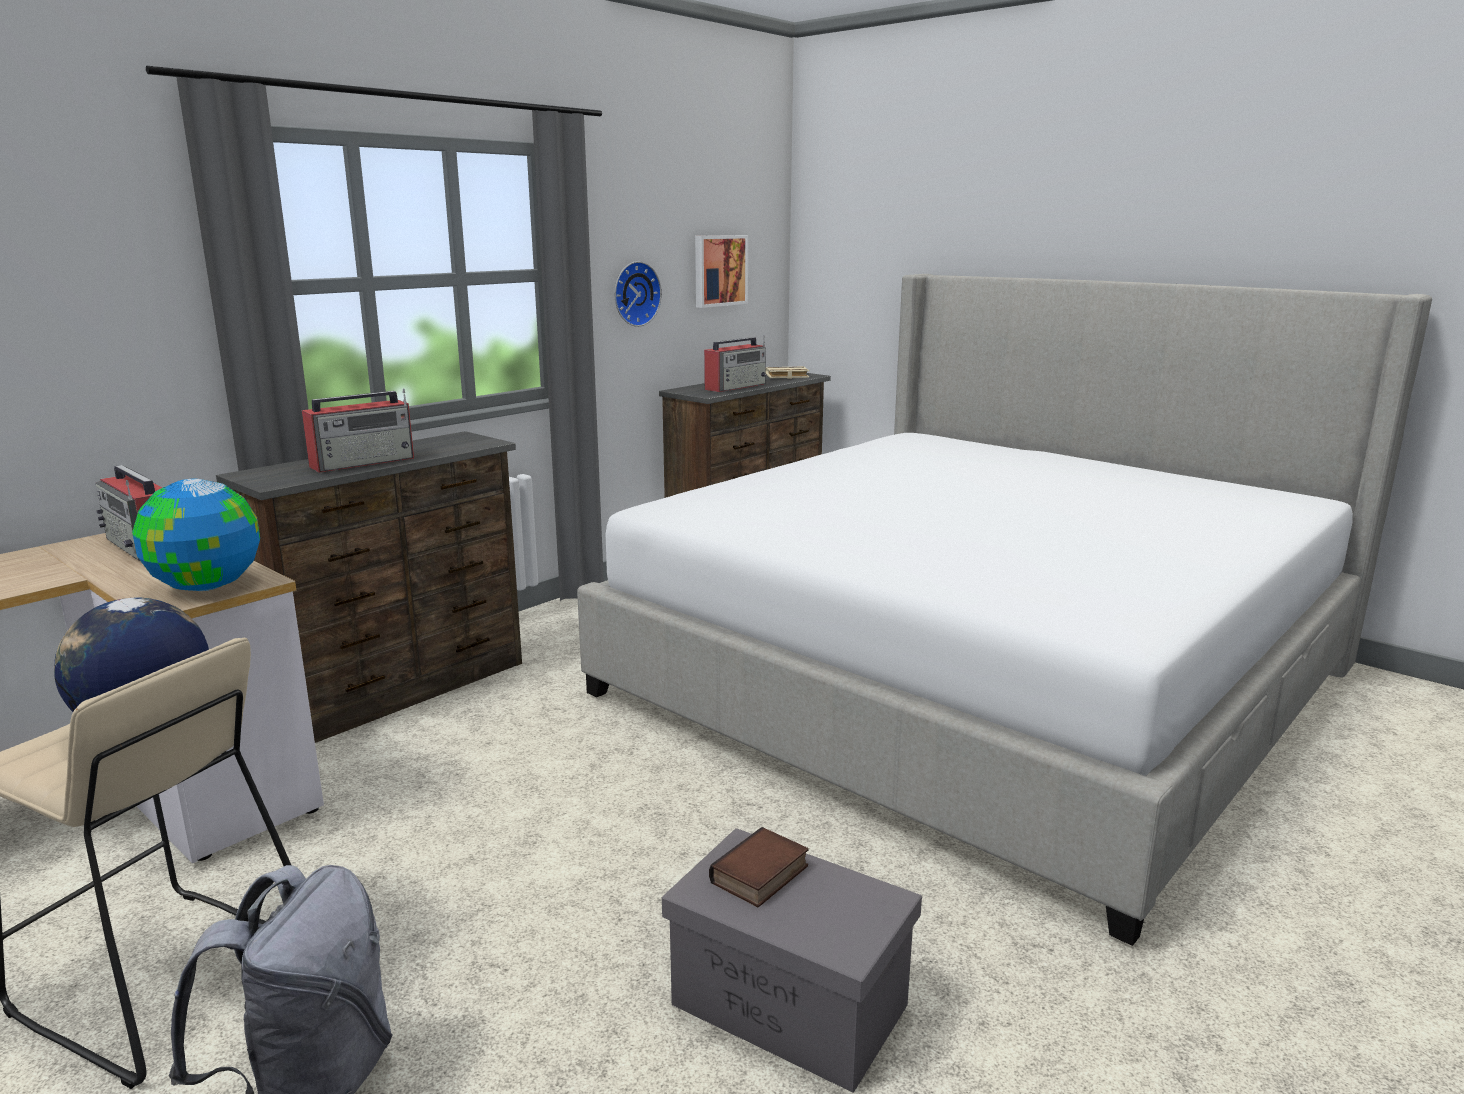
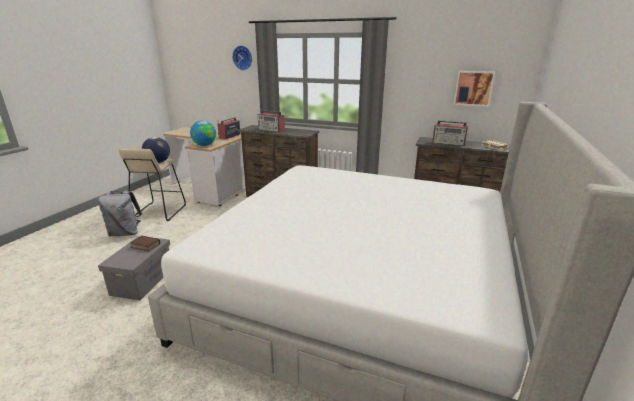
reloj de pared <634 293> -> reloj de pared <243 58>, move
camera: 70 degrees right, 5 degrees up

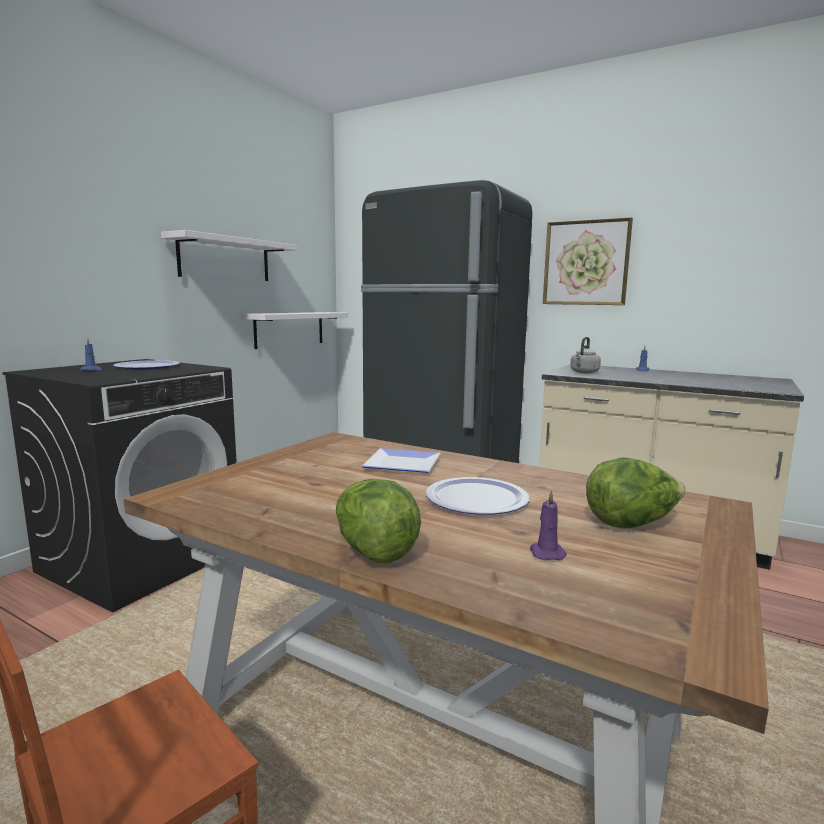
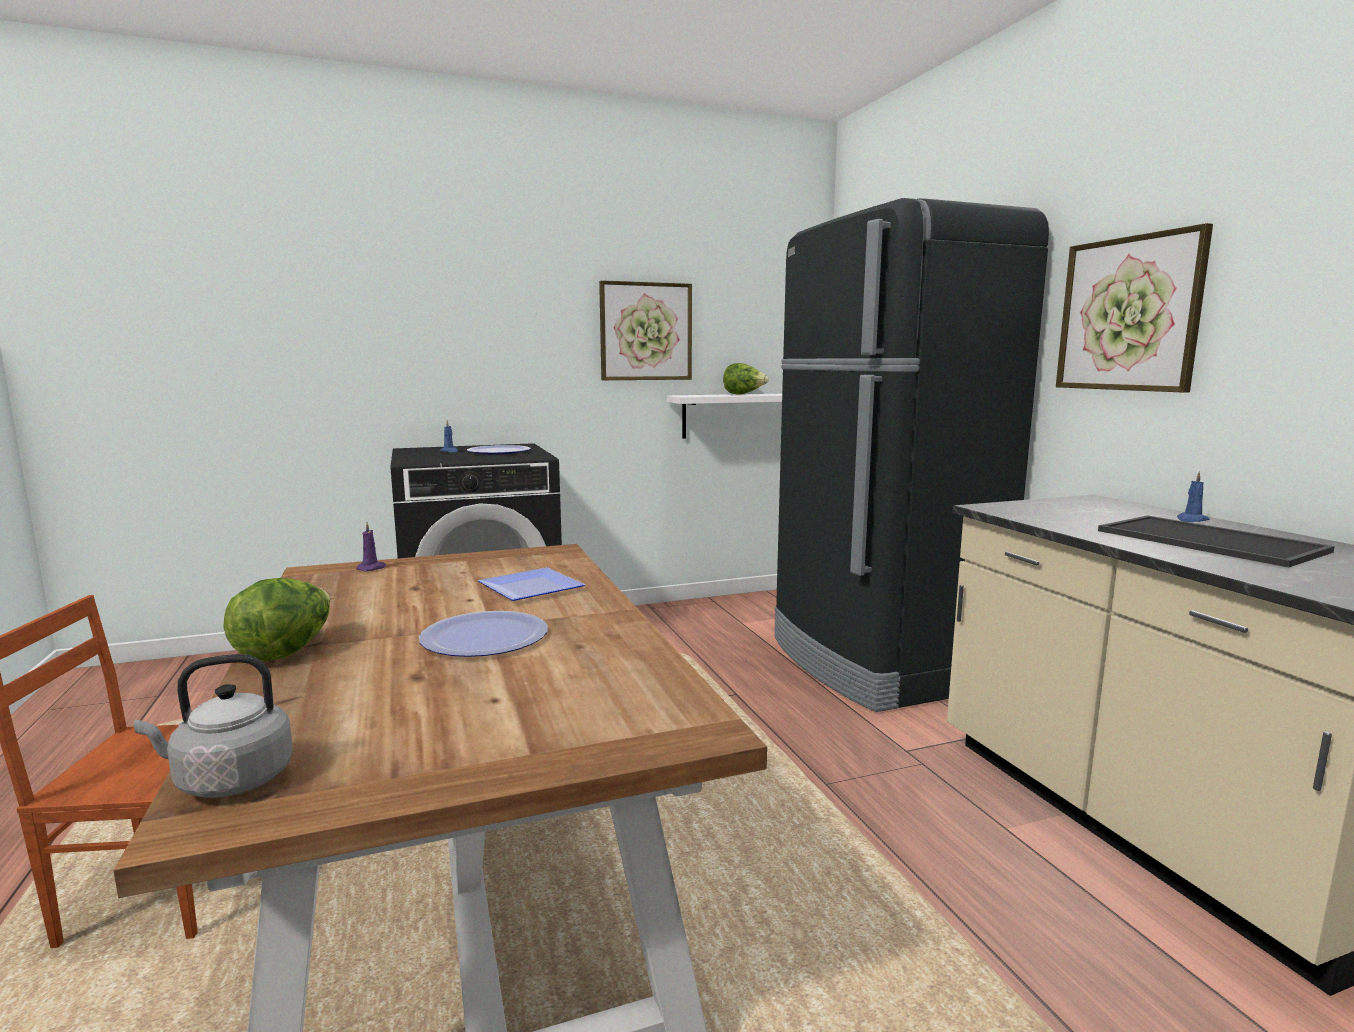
none -> bandeja <1212 541>
vela (morado) <546 553> -> vela (morado) <372 568>, move
hervidor (gris) <584 372> -> hervidor (gris) <228 781>, move
lechuga <631 523> -> lechuga <743 394>, move
estante (blanco) <225 259> -> cuadro <646 331>
camera: 40 degrees right, 0 degrees up

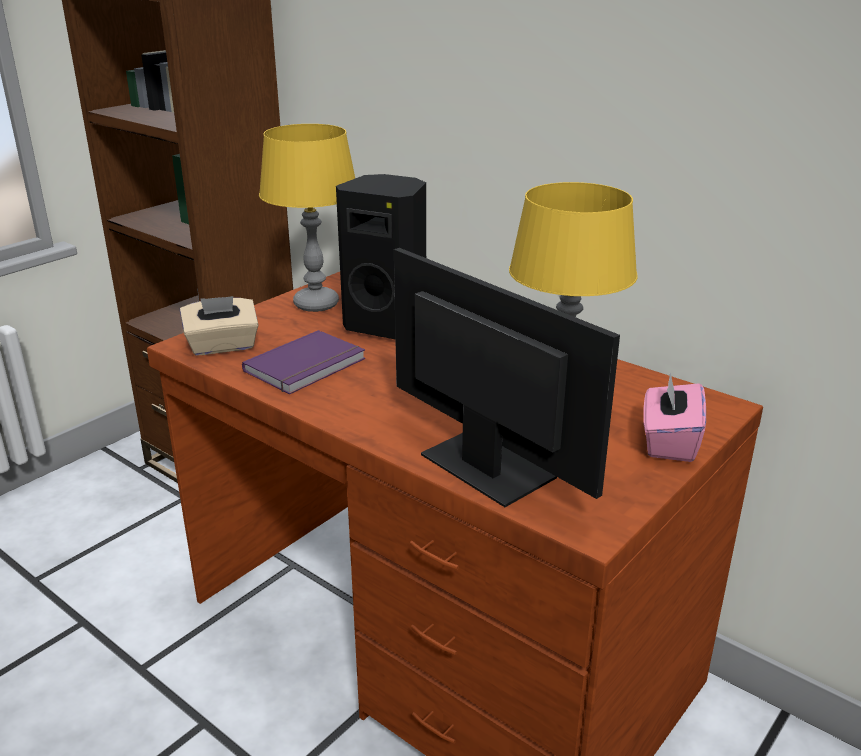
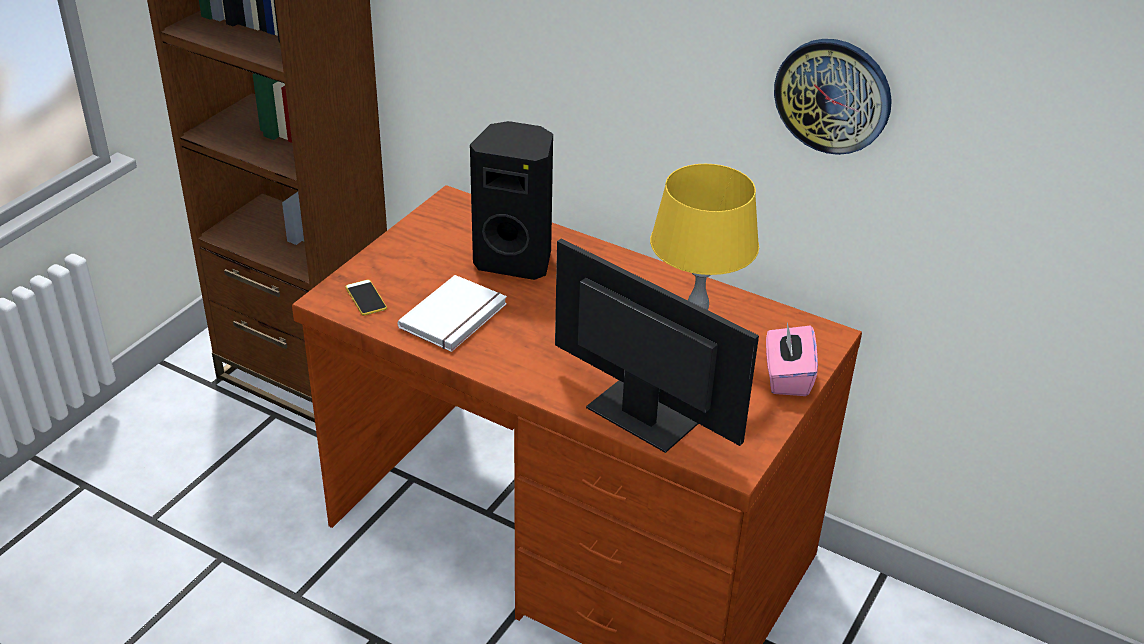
lámpara de mesa (amarillo) <316 304> -> none
none -> reloj de pared <833 95>
caja de pañuelos (beis) <222 346> -> móvil <366 298>
libro (morado) <307 366> -> libro (blanco) <456 317>
camera: 10 degrees left, 10 degrees up

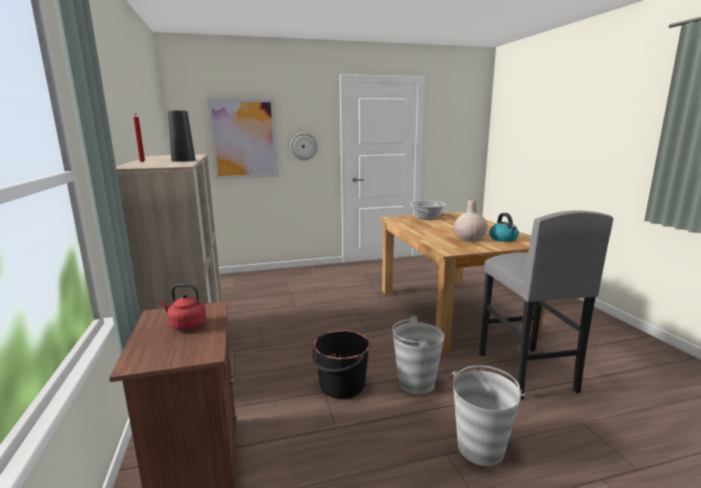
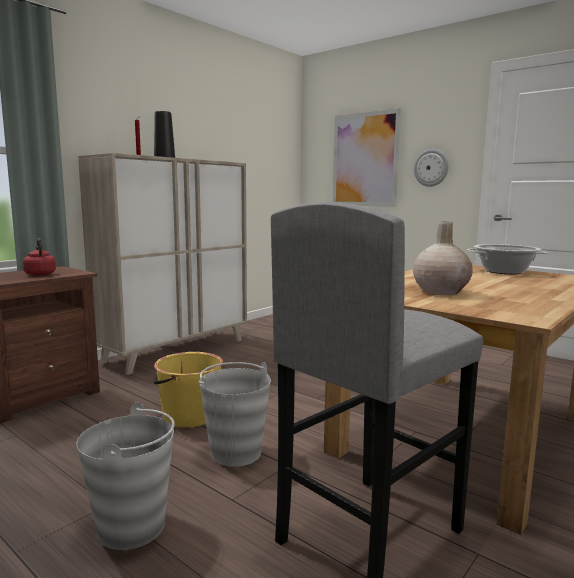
hervidor <503 239> -> none
cubo (negro) <341 385> -> cubo (amarillo) <189 415>
camera: 55 degrees right, 5 degrees down

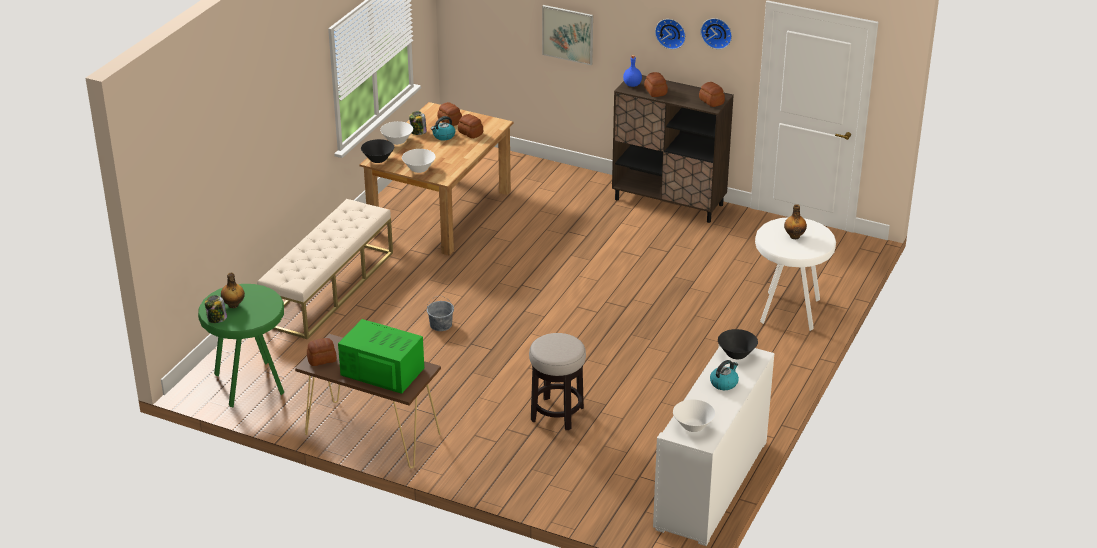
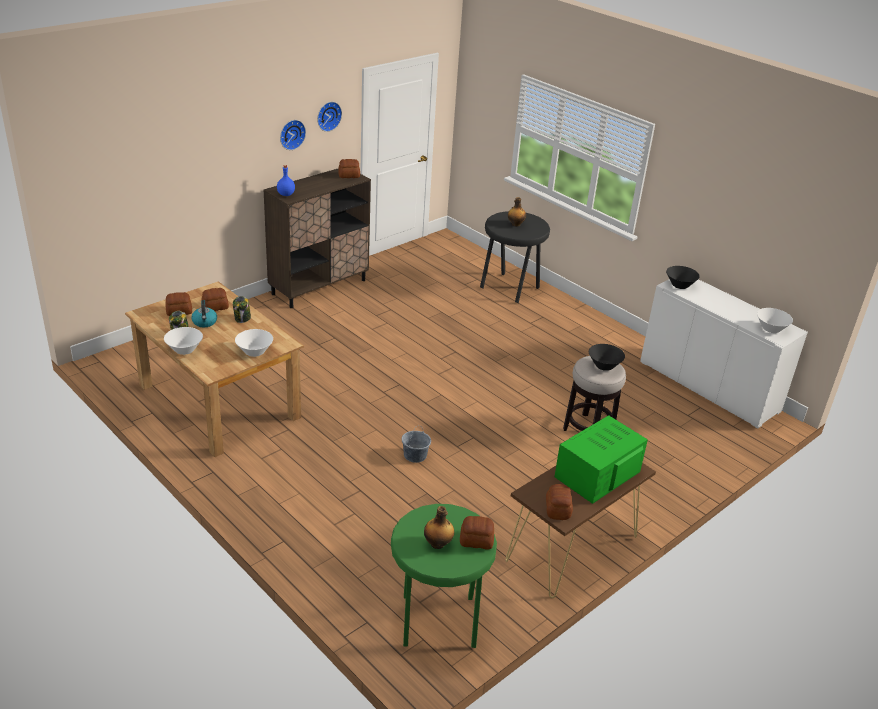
banco (beis) <329 288> -> none
cuadro <568 34> -> none
hervidor <724 383> -> none
tarro <217 319> -> tarro <242 318>, move
cuenco (negro) <378 159> -> cuenco (negro) <604 366>, move
pan <655 92> -> pan <476 541>, move
taburete (blanco) <789 312> -> taburete (negro) <510 289>
camera: 70 degrees left, 0 degrees up

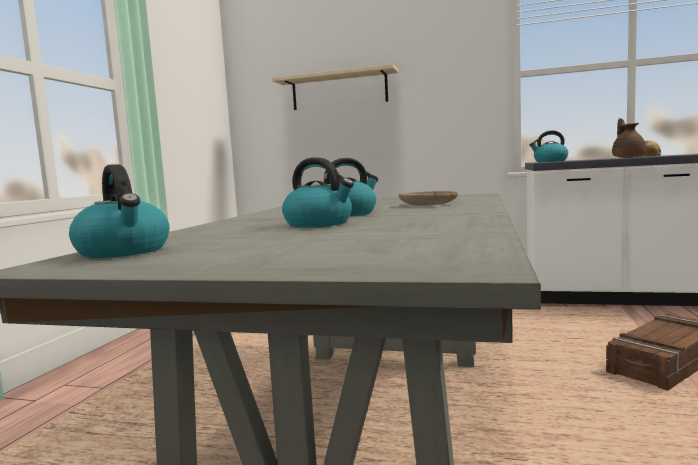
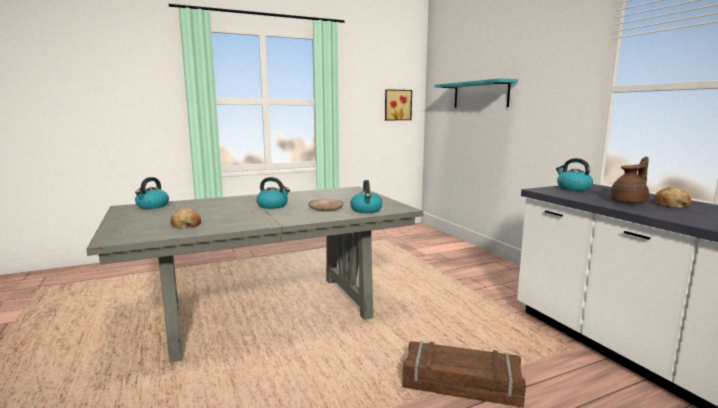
none -> pan <186 225>
none -> cuadro <397 105>
hervidor <319 224> -> hervidor <366 210>, move
estante (beis) <339 90> -> estante (turquesa) <480 95>
camera: 50 degrees right, 5 degrees up

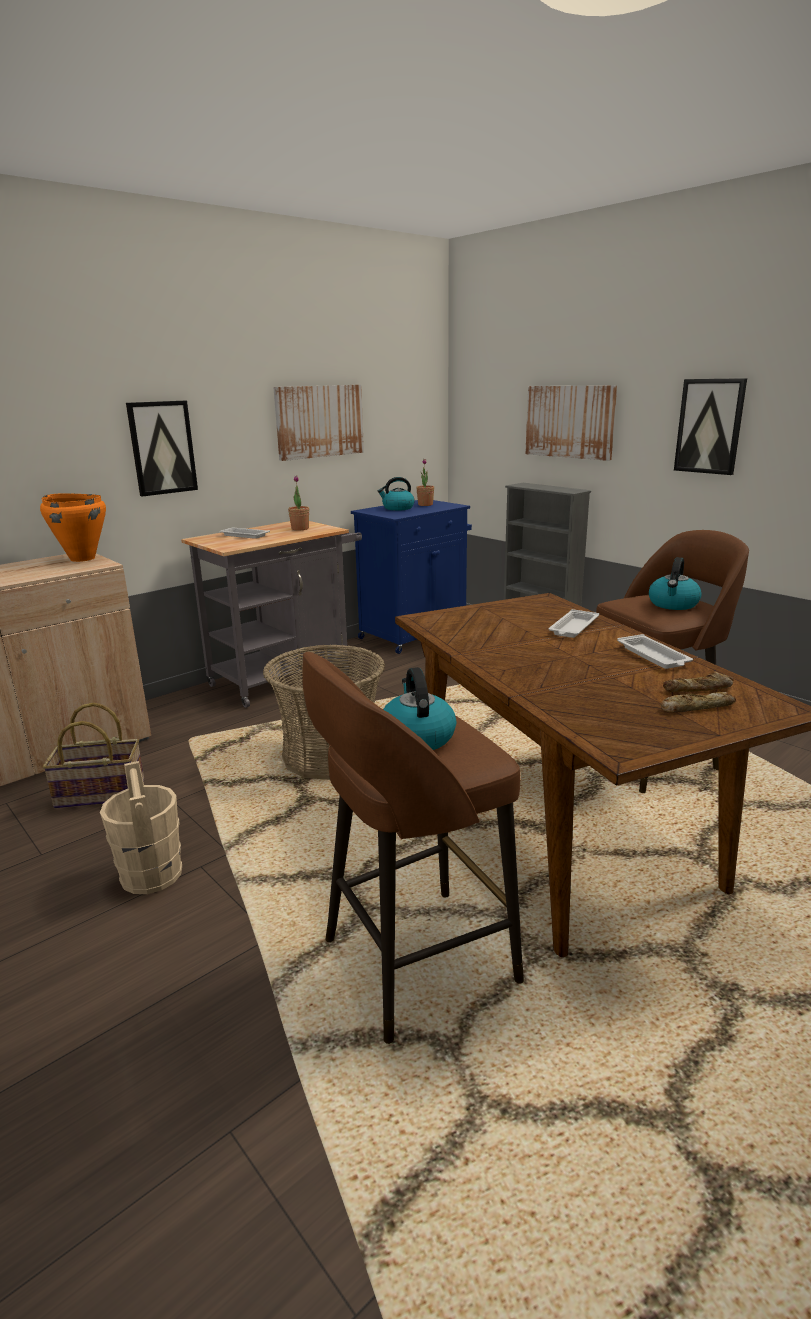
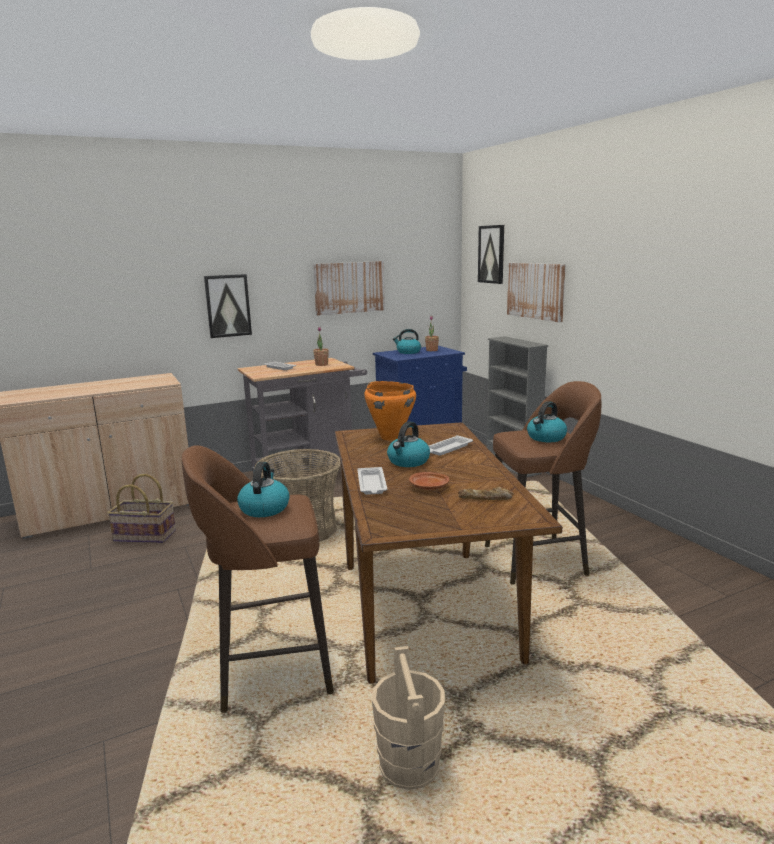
pan <696 707> -> none
none -> hervidor <408 461>
none -> plato (marrón) <429 487>
olla (naranja) <82 558> -> olla (naranja) <390 437>, move
cubo (beis) <151 874> -> cubo (beis) <409 764>, move
bandeja (blanco) <654 656> -> bandeja (blanco) <372 485>, move
cuadro <710 426> -> cuadro <491 254>, move
camera: 15 degrees right, 5 degrees down

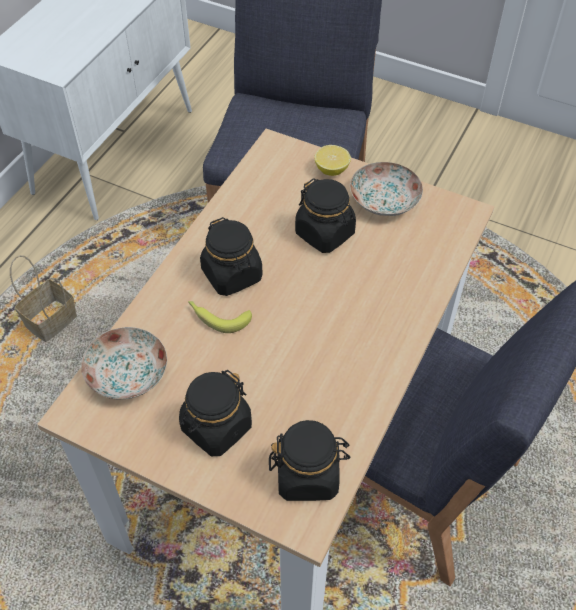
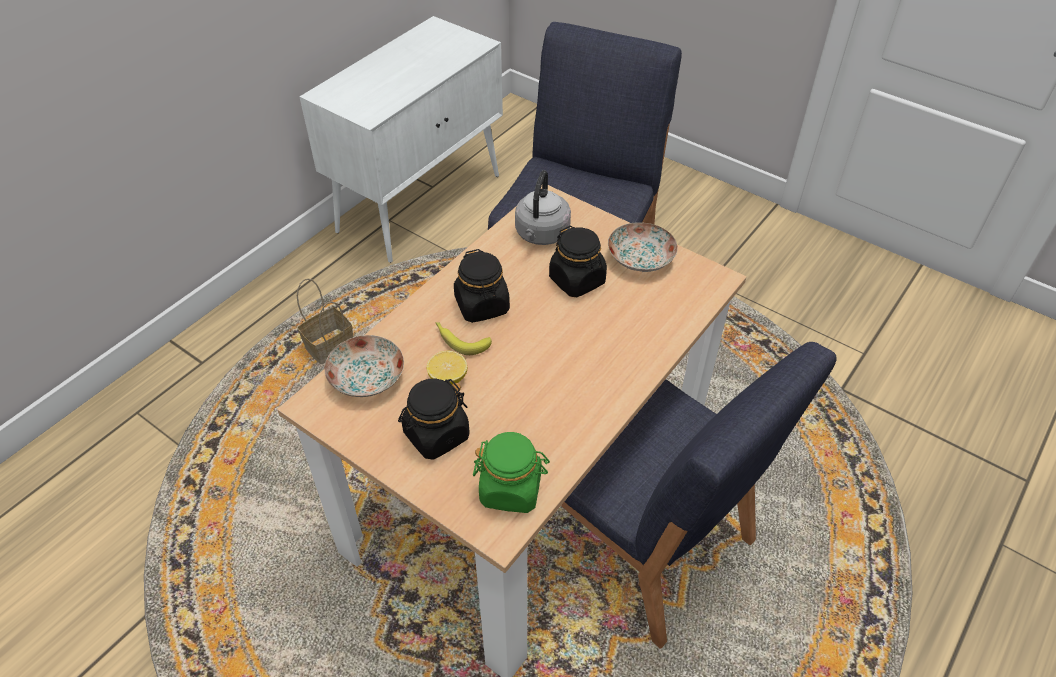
none -> hervidor (gris) <541 235>
limón <331 169> -> limón <448 378>, move
tarro (negro) <308 475> -> tarro (verde) <511 489>
camera: 10 degrees right, 5 degrees down

